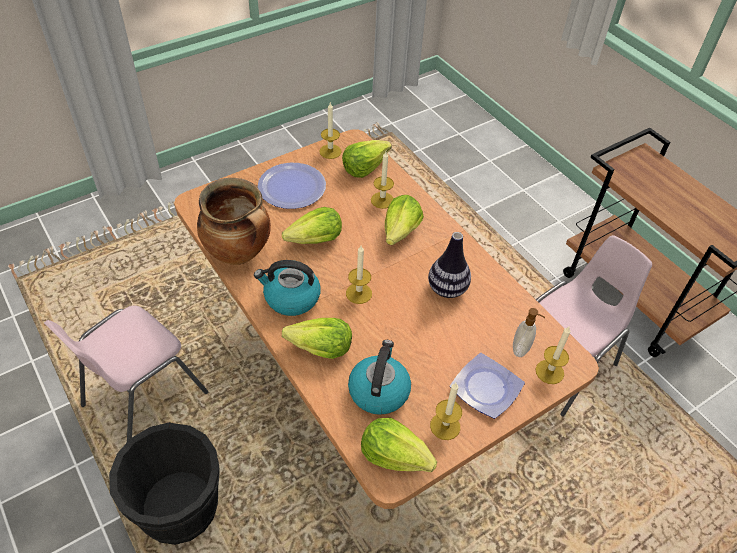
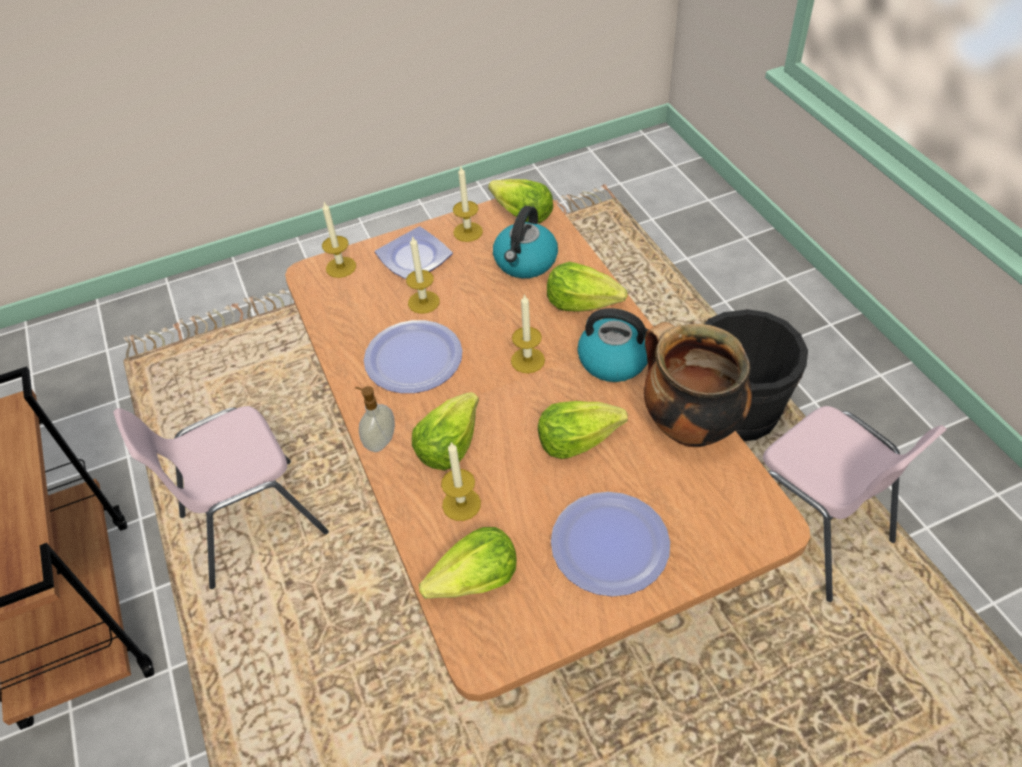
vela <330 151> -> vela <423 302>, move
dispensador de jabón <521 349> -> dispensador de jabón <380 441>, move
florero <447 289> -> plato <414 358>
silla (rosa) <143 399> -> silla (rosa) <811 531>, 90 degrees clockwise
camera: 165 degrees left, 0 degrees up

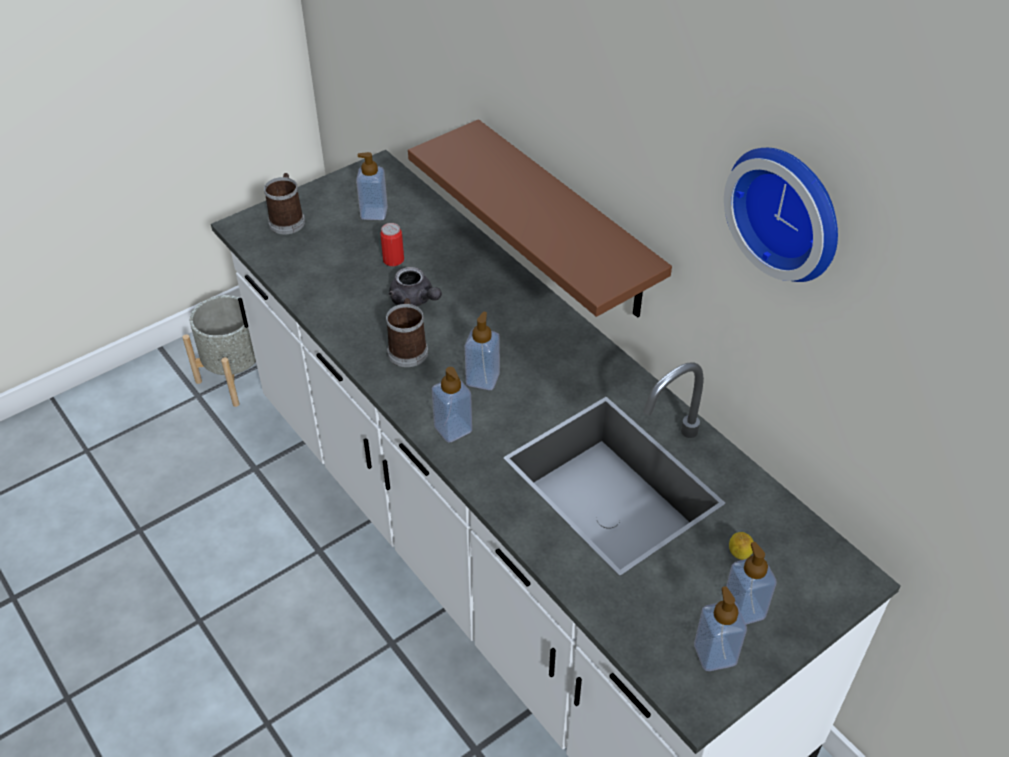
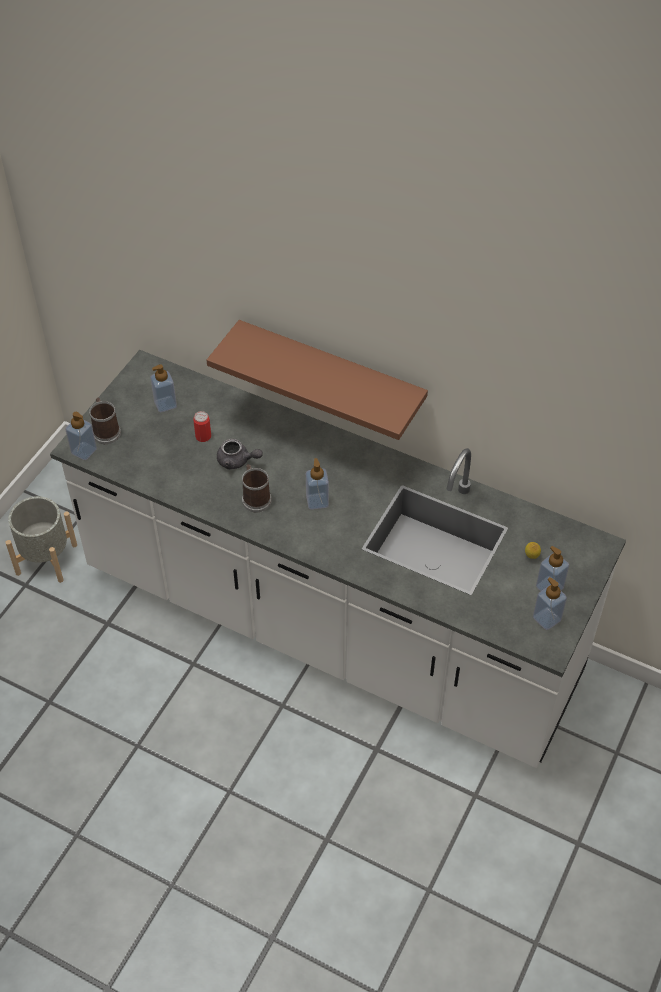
reloj de pared <789 210> -> none
dispensador de jabón <453 429> -> dispensador de jabón <84 451>, move
camera: 25 degrees left, 5 degrees up

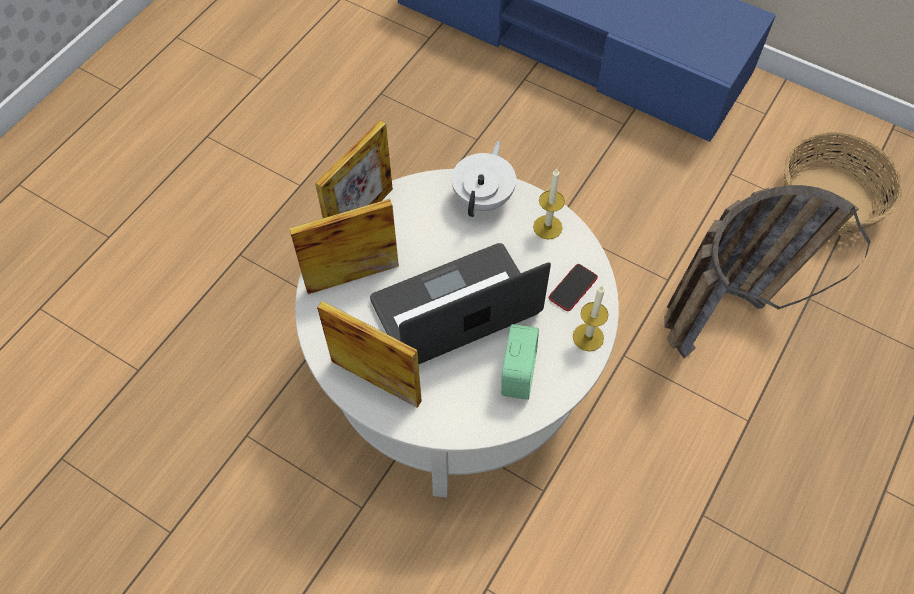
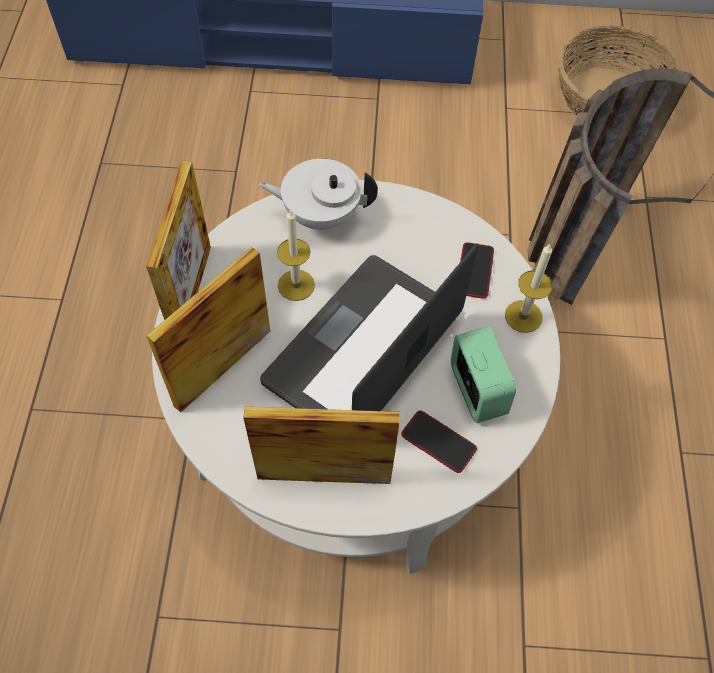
none -> móvil <438 442>
vela <547 227> -> vela <296 285>, move
tetera (blanco) <484 198> -> tetera (blanco) <320 215>, 75 degrees counterclockwise
camera: 30 degrees left, 0 degrees up

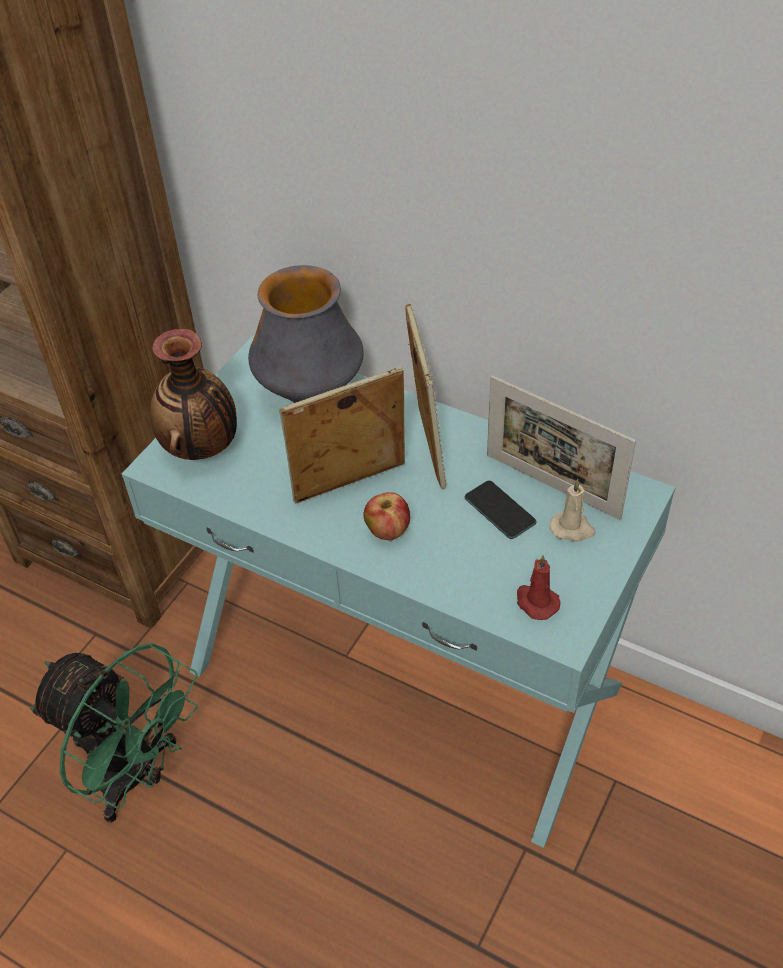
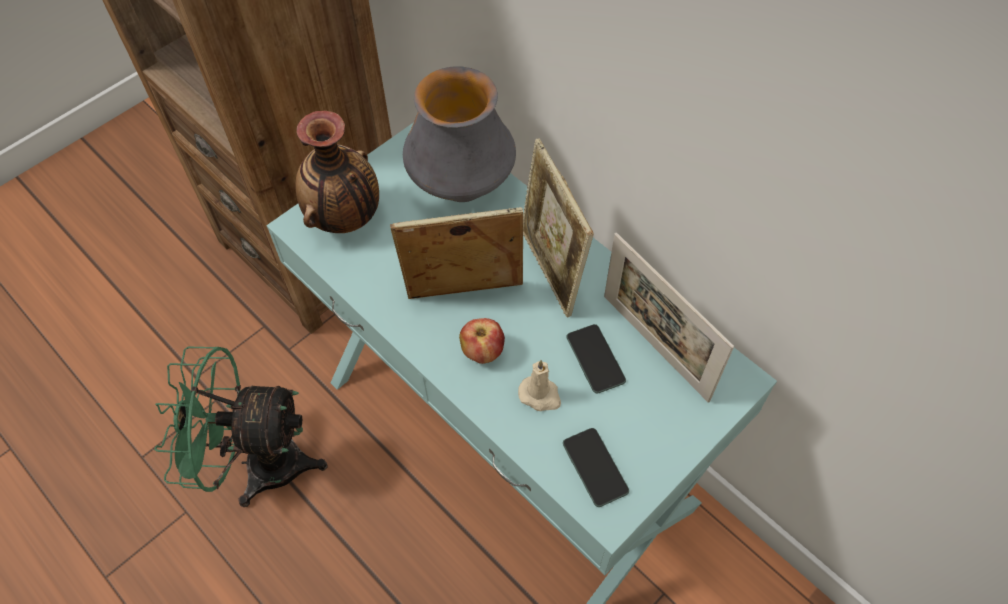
vela (beis) <572 529> -> vela (beis) <540 395>, move
vela (rojo) <536 602> -> móvil <595 467>
ventilador (verde) <136 776> -> ventilador (verde) <259 463>, 135 degrees clockwise
portarretratos <427 446> -> portarretratos <550 271>, 150 degrees clockwise
camera: 15 degrees right, 10 degrees up

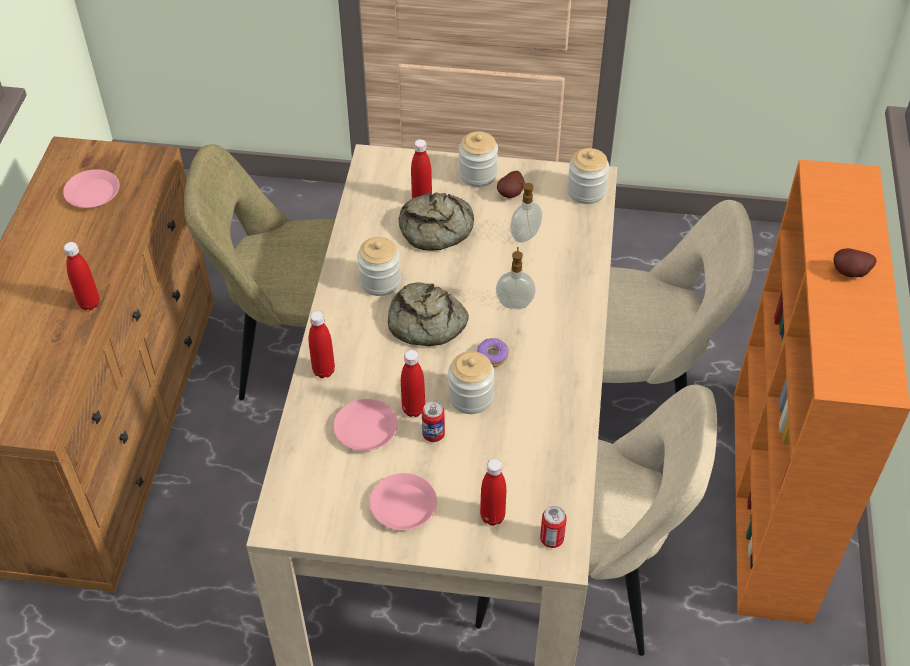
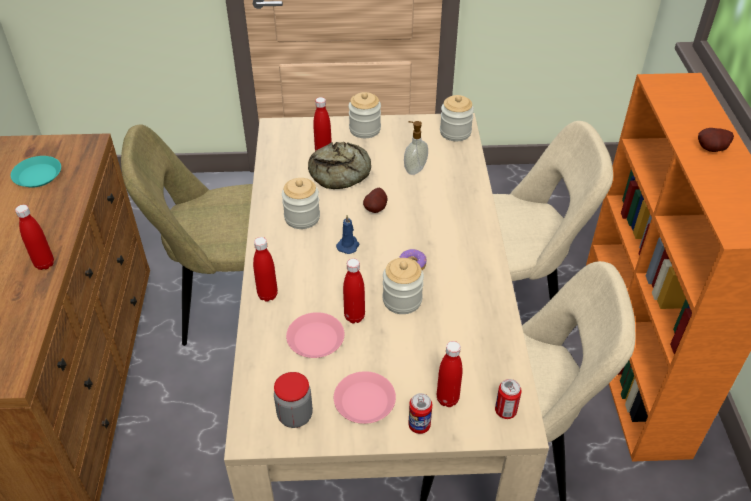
dispensador de jabón <514 303> -> none
none -> tarro <295 415>
lata <433 434> -> lata <419 425>, move
patata <512 194> -> patata <376 209>, move
pan <425 323> -> vela (azul) <348 245>
plato (rosa) <92 193> -> plato (turquesa) <37 175>
camera: 10 degrees left, 5 degrees down

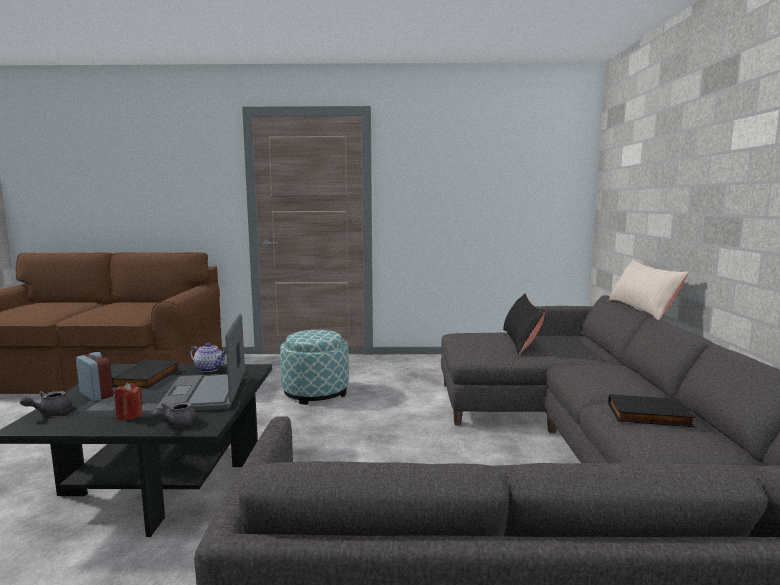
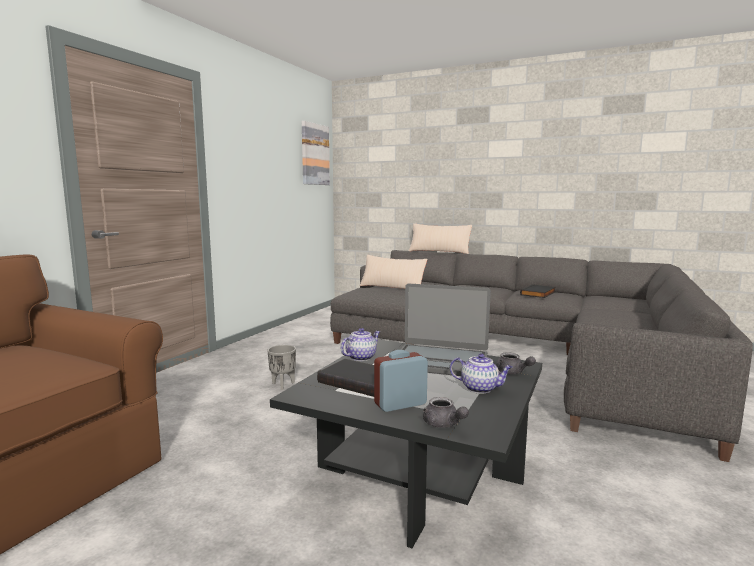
none -> cuadro <314 154>
vela (rojo) <129 415> -> tetera <480 388>
puf <315 392> -> maceta (gris) <282 385>
cojín (negro) <521 341> -> cojín (beis) <392 287>
camera: 65 degrees left, 0 degrees up

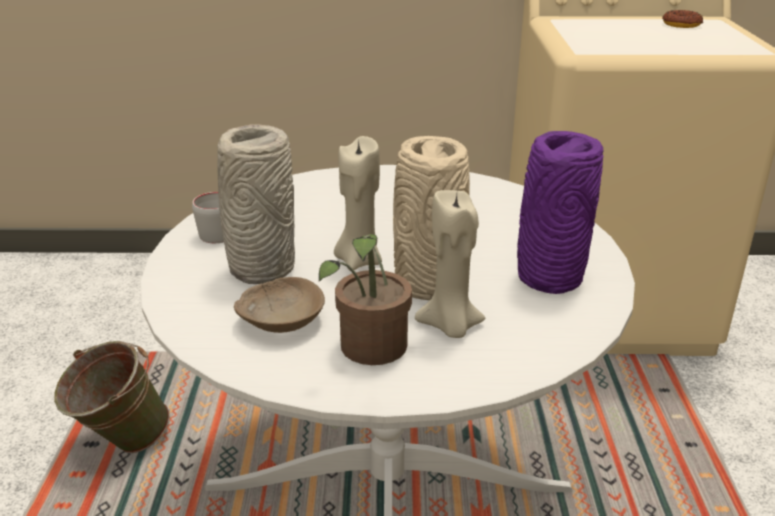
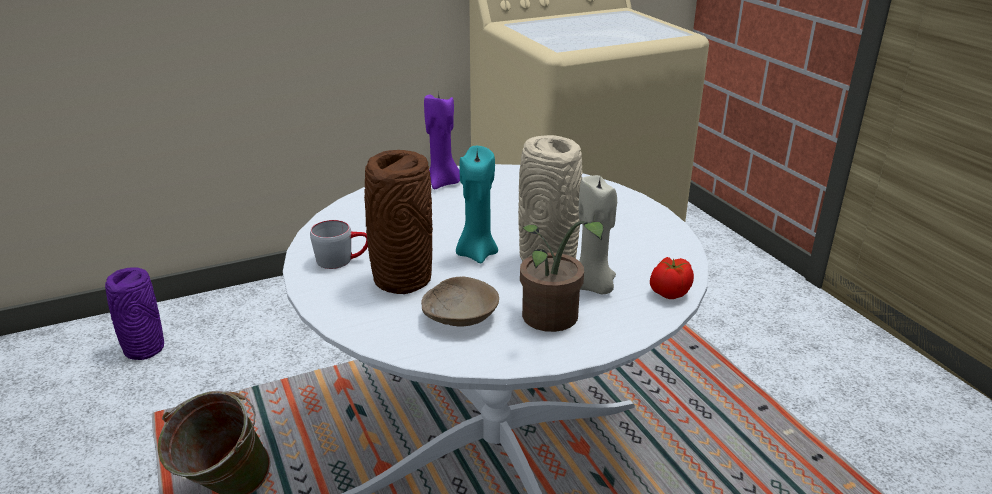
rosquilla <681 24> -> none
none -> vela (morado) <443 183>
none -> tomate <669 293>
florero (morado) <548 278> -> florero (morado) <143 349>, move
florero (gris) <260 269> -> florero (marrón) <401 280>
vela (beis) <359 260> -> vela (turquesa) <476 254>
camera: 25 degrees left, 0 degrees up

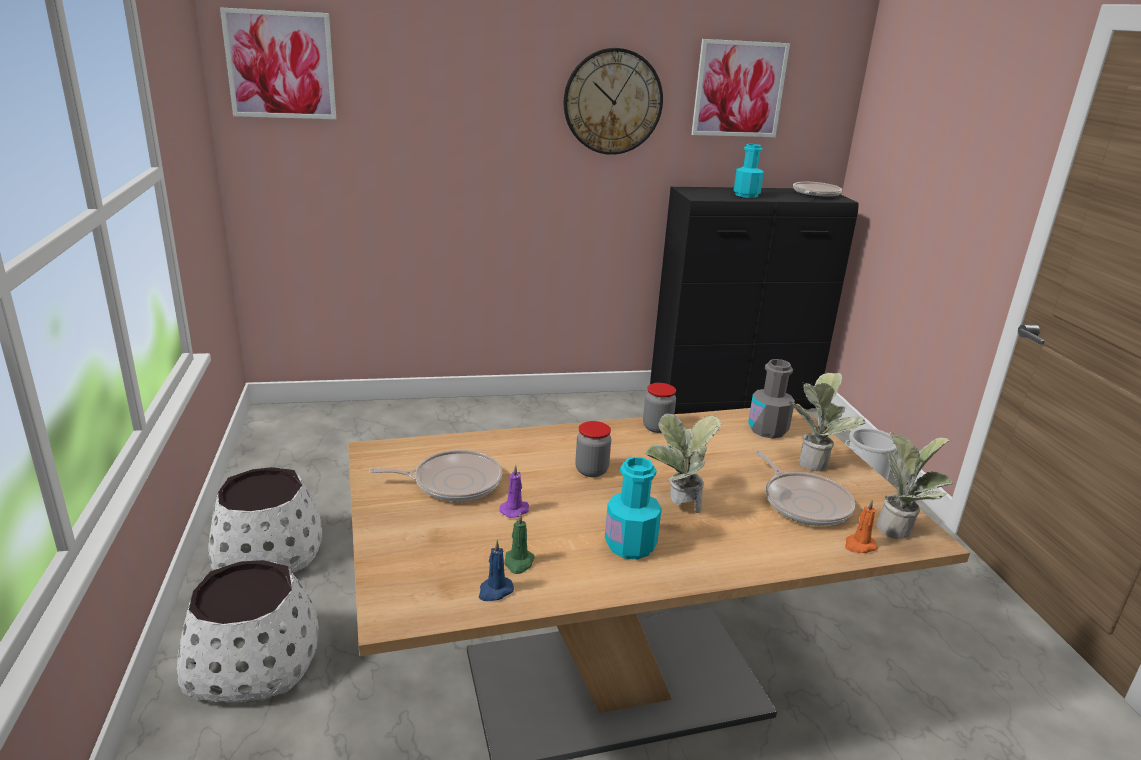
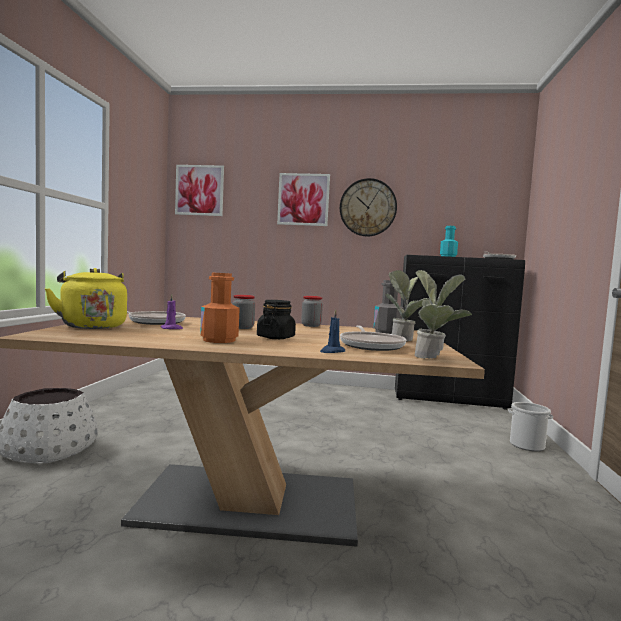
maceta (blanco) <268 552> -> none
vela (verde) <518 562> -> none
vela (naranja) <859 545> -> none
none -> hervidor (amarillo) <92 326>
vela (azul) <495 591> -> vela (azul) <332 351>, move
cuadro <739 89> -> cuadro <303 199>, move
planta en maceta <677 506> -> tarro (negro) <276 337>
botella (turquesa) <630 545> -> botella (naranja) <219 340>
camera: 20 degrees right, 20 degrees down

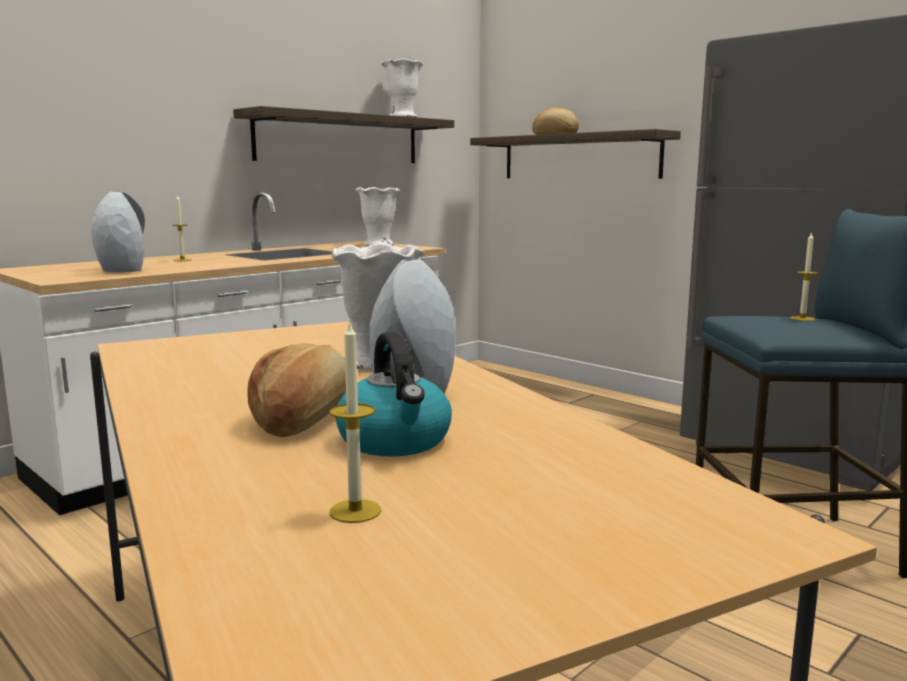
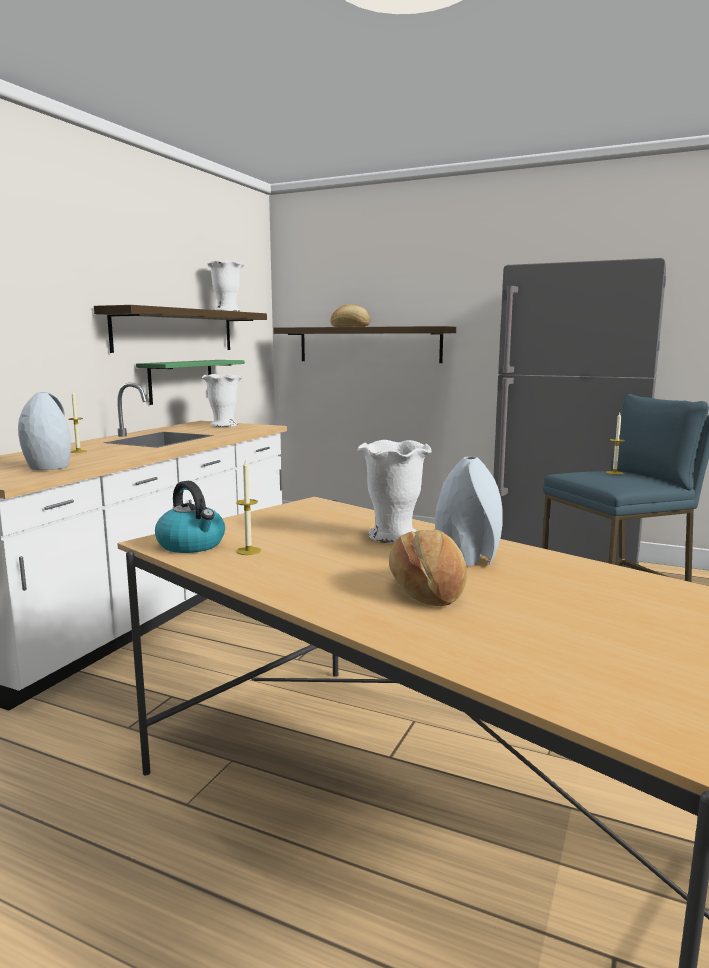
none -> estante (verde) <181 381>
vela <355 511> -> vela <248 551>, move
hervidor <396 441> -> hervidor <192 545>, move
camera: 20 degrees left, 0 degrees up

